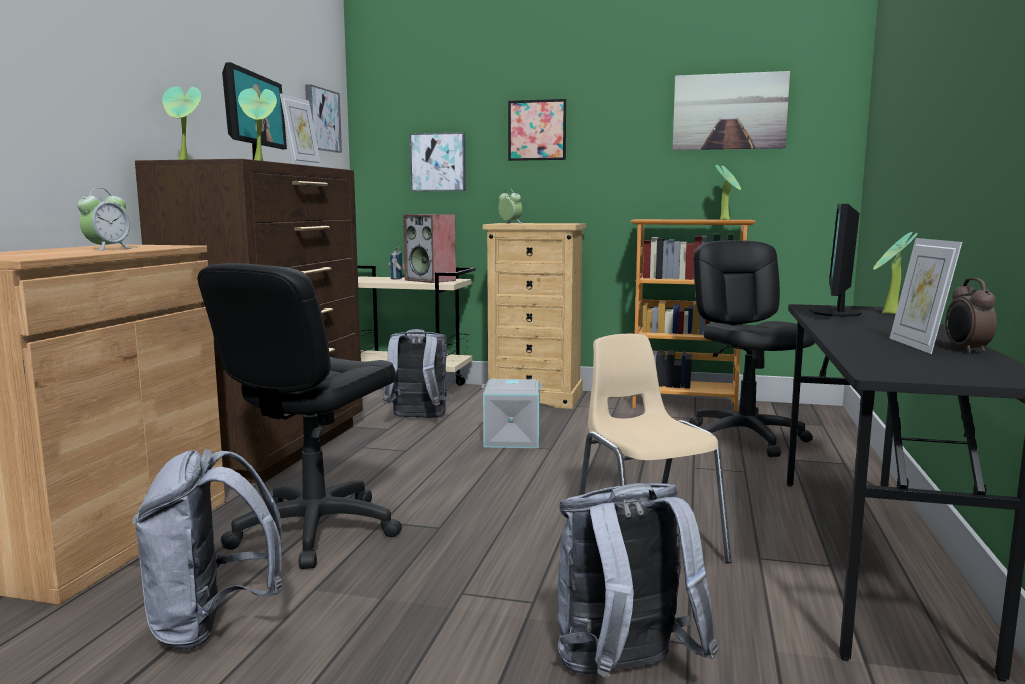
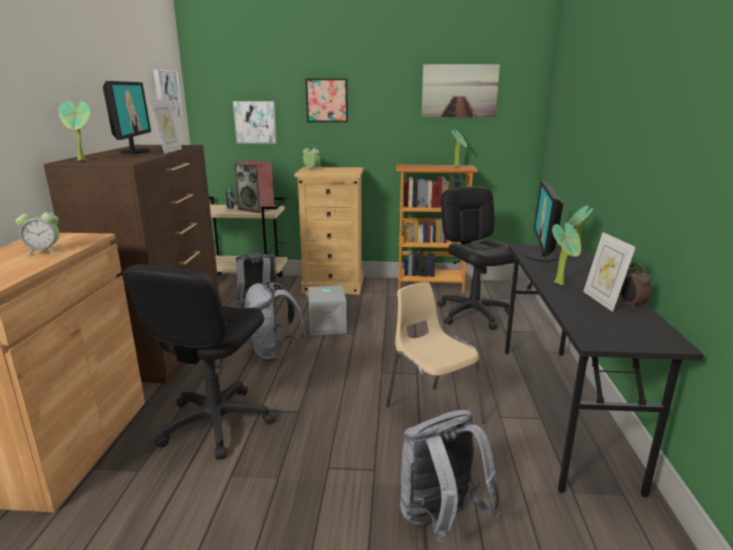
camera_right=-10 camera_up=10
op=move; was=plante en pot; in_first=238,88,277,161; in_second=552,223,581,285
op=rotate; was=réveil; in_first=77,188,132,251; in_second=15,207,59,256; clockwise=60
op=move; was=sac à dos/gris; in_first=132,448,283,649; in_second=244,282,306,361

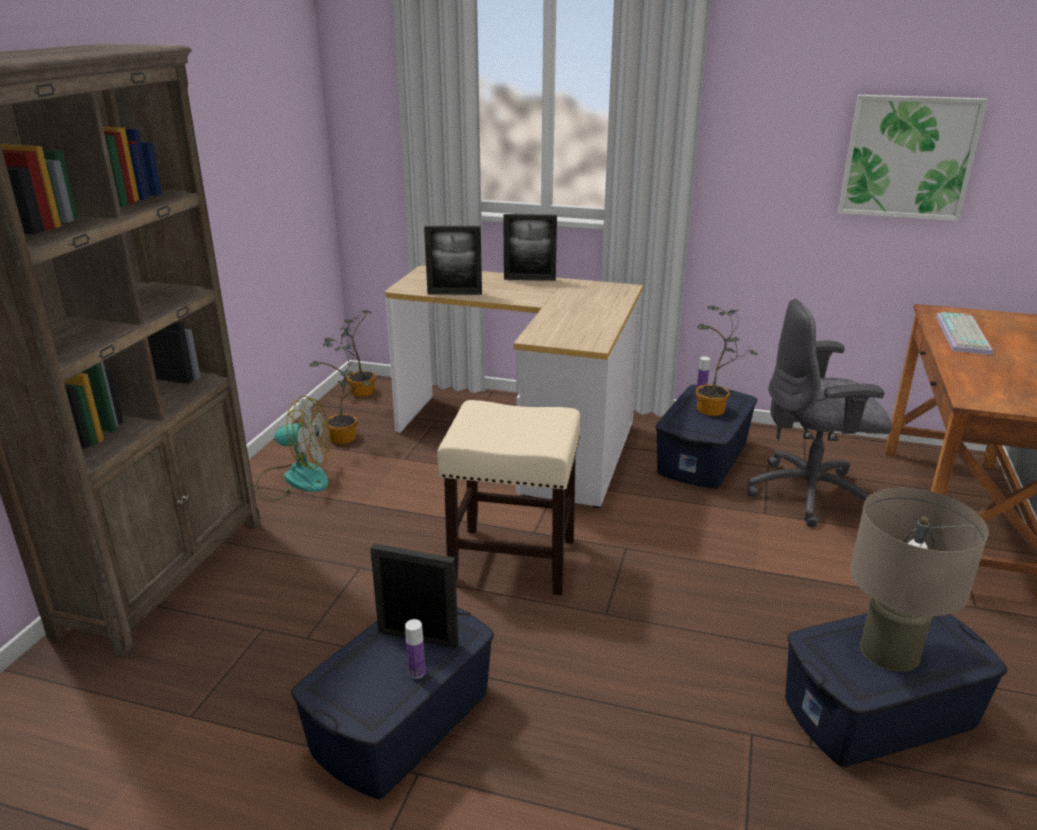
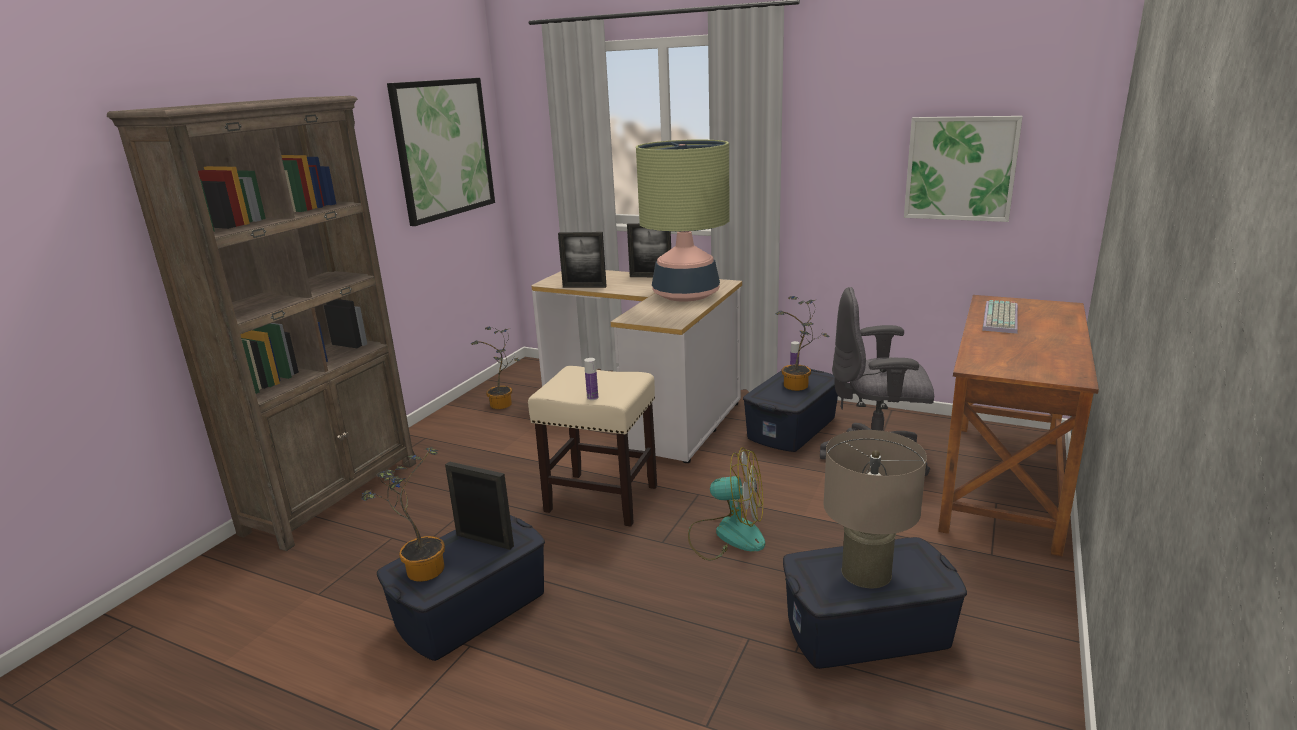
camera_right=10 camera_up=-5
op=move; was=plante en pot; in_first=324,310,376,397; in_second=361,447,445,582
op=move; was=ventilateur; in_first=255,395,330,502; in_second=688,447,765,561
op=move; was=bouteille; in_first=405,619,425,679; in_second=584,358,598,400
op=insert; now=tableau; in_second=387,78,495,226
op=insert; now=lampe de table; in_second=636,139,730,302

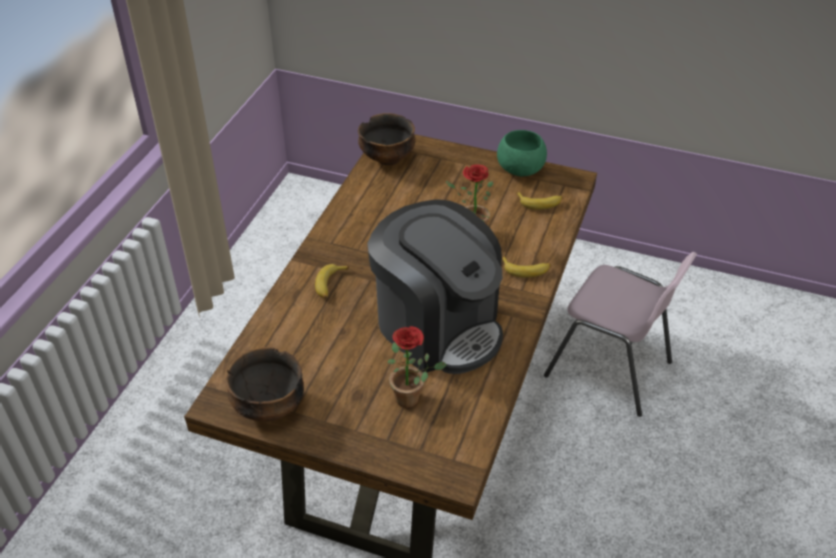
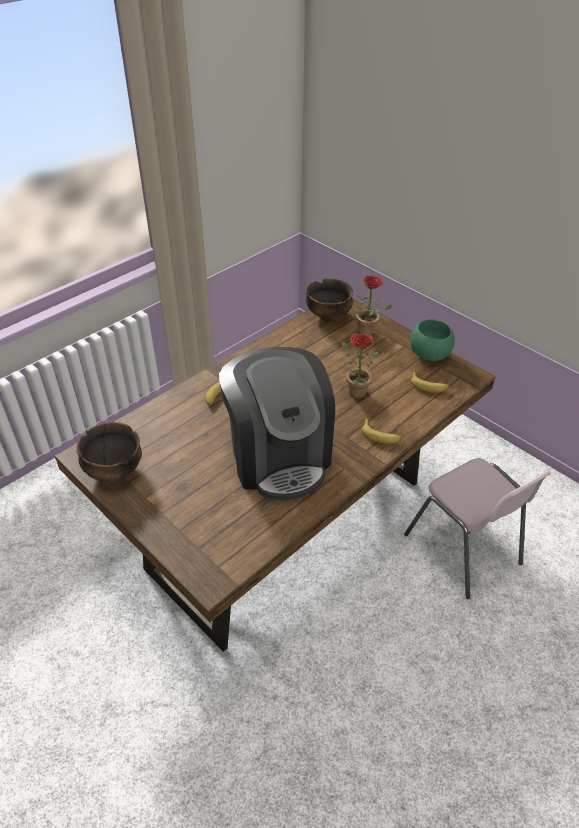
camera_right=25 camera_up=0
op=move; was=plante en pot; in_first=388,326,447,408; in_second=356,275,392,336

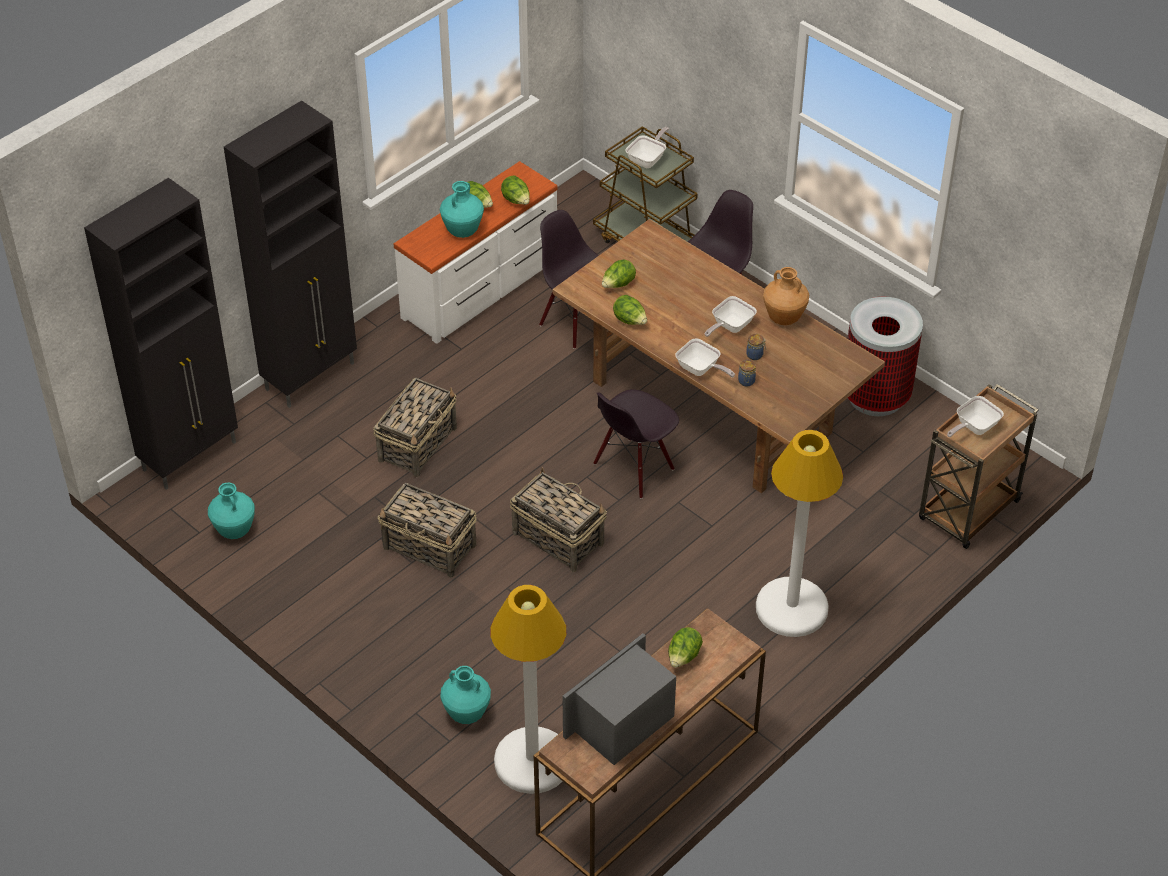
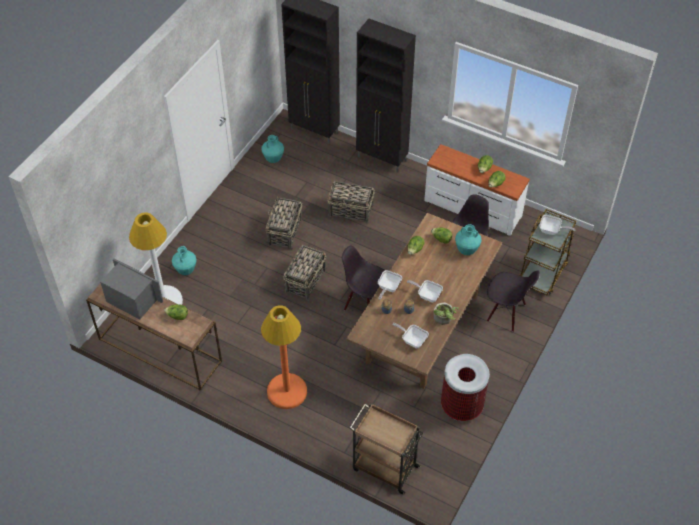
camera_right=75 camera_up=5
op=move; was=vase/turquoise; in_first=440,181,484,238; in_second=455,224,482,255
op=replace; was=vase/marron; now=plante en pot; in_first=763,267,809,325; in_second=433,302,459,325
op=move; was=poêle; in_first=947,396,1004,437; in_second=392,323,429,348
op=recolor; was=lampadaire/blanc; now=lampadaire/orange; in_first=756,430,843,637; in_second=261,305,307,409

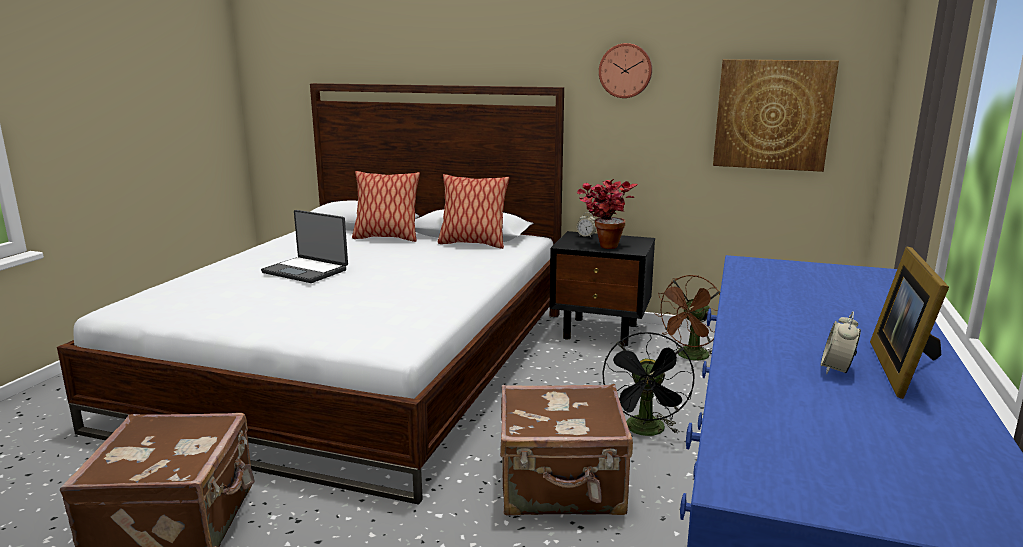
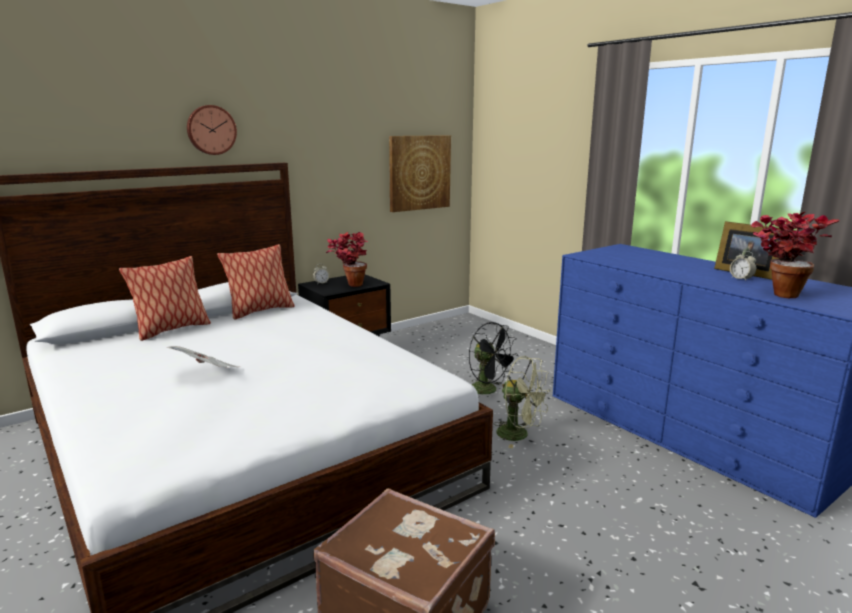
camera_right=-55 camera_up=0
op=move; was=horloge murale; in_first=599,43,652,98; in_second=187,105,237,155
op=replace; was=ordinateur portable; now=journal; in_first=261,210,348,283; in_second=166,346,240,368
op=delete; was=ventilateur/marron; in_first=654,275,720,360
op=replace; was=valise/marron; now=ventilateur/vert; in_first=500,384,633,516; in_second=493,356,550,448
op=insert; now=plante en pot; in_second=751,212,840,298

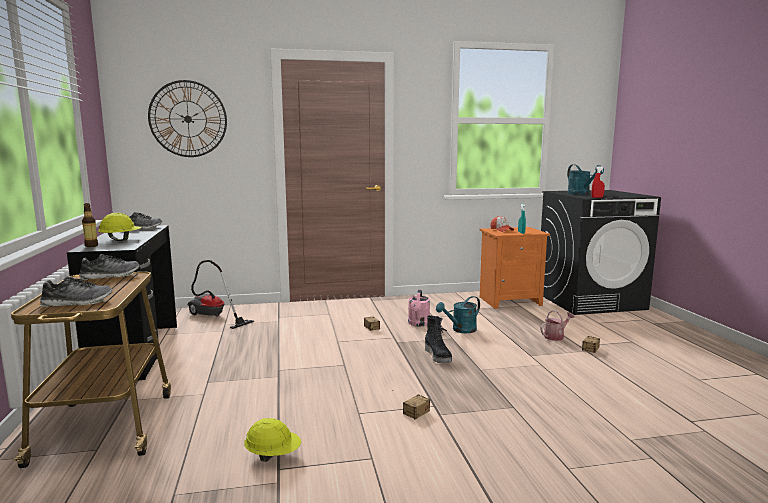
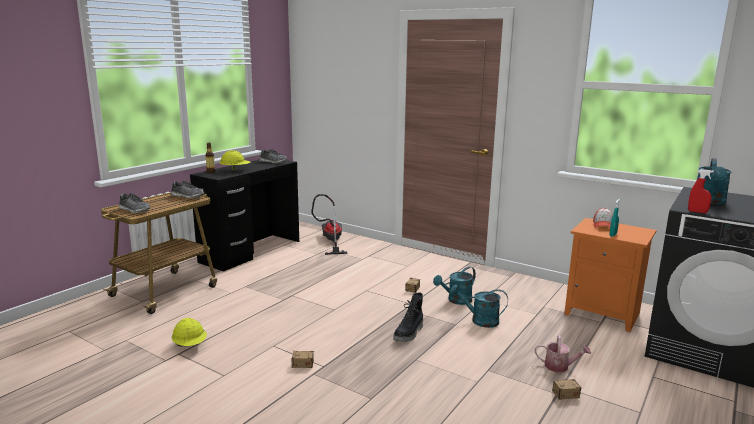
camera_right=45 camera_up=5
op=delete; was=horloge murale; in_first=148,80,227,157
op=recolor; was=arrosoir/rose; now=arrosoir/turquoise; in_first=408,290,430,327; in_second=433,267,476,305

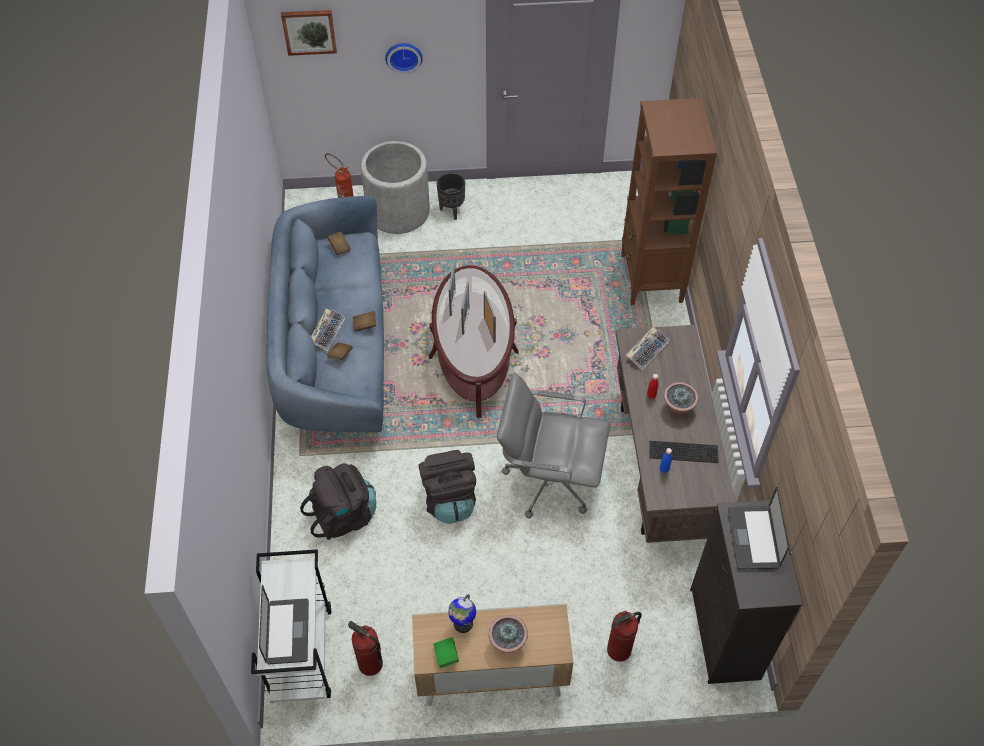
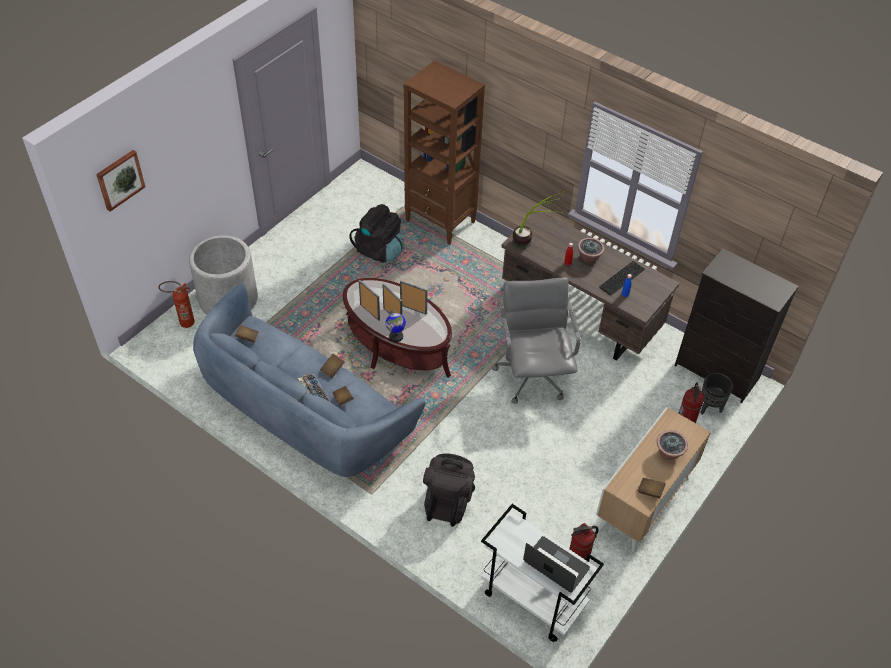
camera_right=-50 camera_up=-5
op=delete; was=horloge murale; in_first=385,43,423,74
op=move; was=cache-pot/noir; in_first=437,173,465,220; in_second=700,373,733,415
op=replace; was=clavier; now=plante en pot; in_first=626,327,669,371; in_second=512,191,565,249
op=rotate; was=chaise de bureau/gris; in_first=497,373,610,519; in_second=492,277,581,404; clockwise=120
op=move; was=sac à dos/noir; in_first=419,450,476,524; in_second=349,204,404,263
op=delete; was=ordinateur portable; in_first=728,486,789,570
op=move; was=globe; in_first=448,594,476,633; in_second=386,310,406,342
op=recolor; was=livre/vert; now=livre/marron; in_first=433,637,459,669; in_second=638,477,665,498

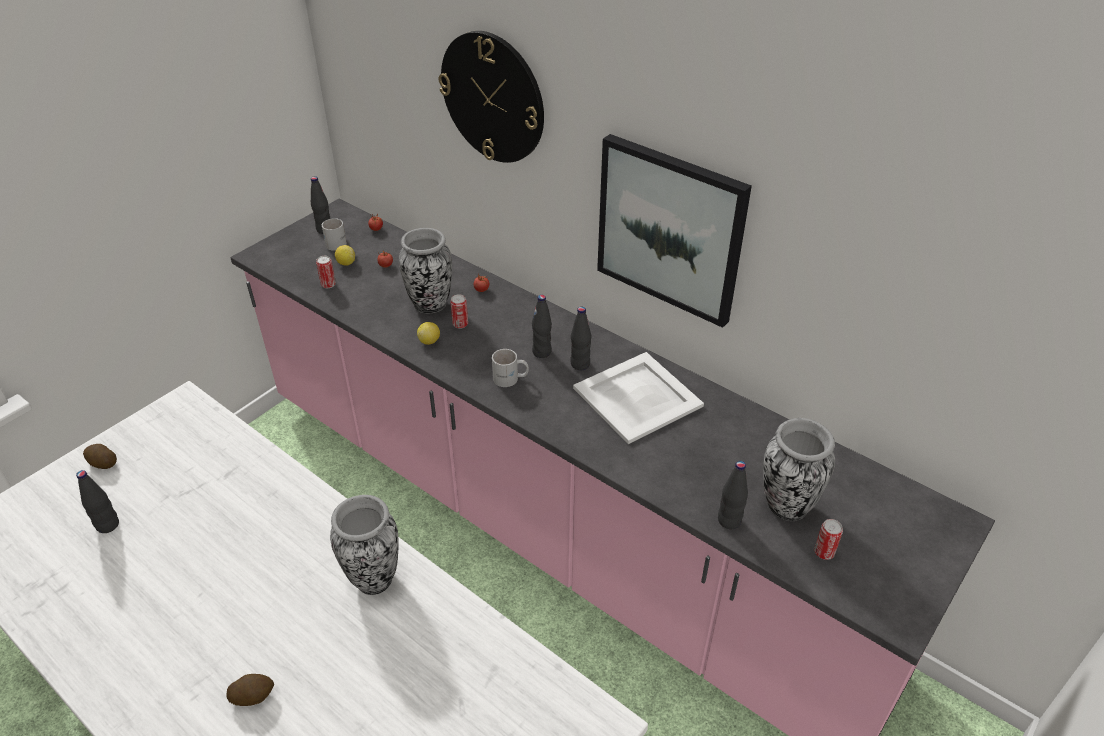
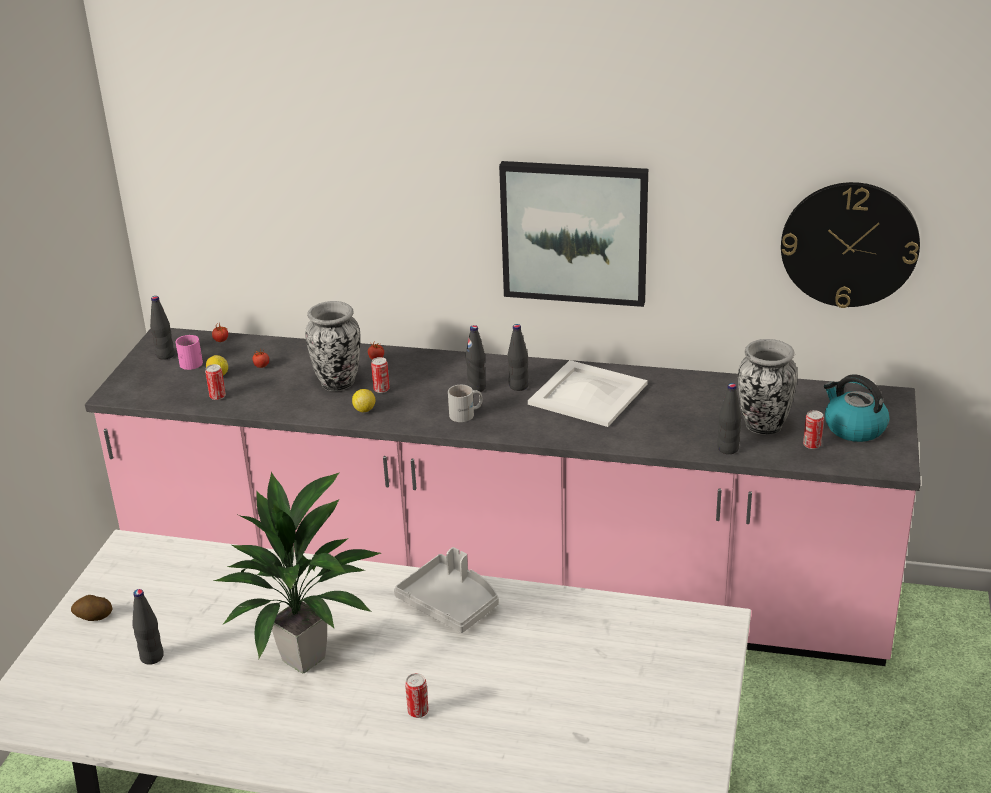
camera_right=-25 camera_up=-10
op=move; was=horloge murale; in_first=439,31,544,163; in_second=781,182,920,308
op=recolor; was=mug/blanc; now=mug/rose; in_first=322,218,347,251; in_second=176,335,203,370
op=replace; was=vase; now=plateau/gris; in_first=330,495,399,595; in_second=394,547,499,633
op=replace; was=pomme de terre; now=boîte métallique; in_first=226,674,274,706; in_second=405,673,429,718
op=insert; now=bouilloire; in_second=824,374,889,442
op=insert; now=plante en pot; in_second=213,472,381,673

